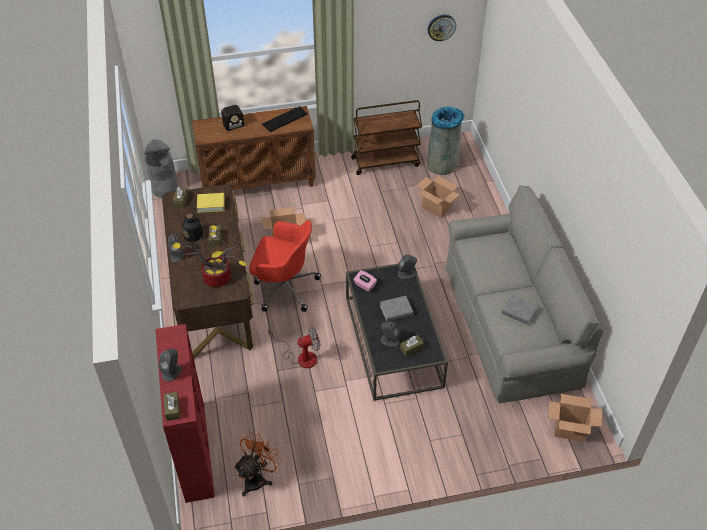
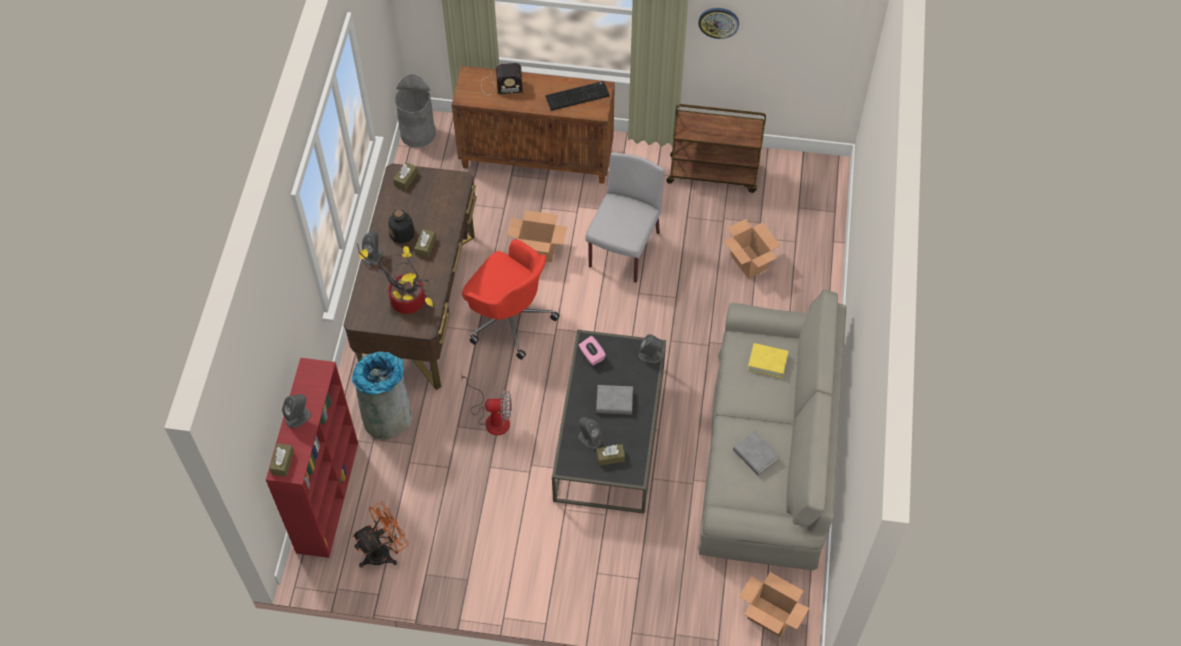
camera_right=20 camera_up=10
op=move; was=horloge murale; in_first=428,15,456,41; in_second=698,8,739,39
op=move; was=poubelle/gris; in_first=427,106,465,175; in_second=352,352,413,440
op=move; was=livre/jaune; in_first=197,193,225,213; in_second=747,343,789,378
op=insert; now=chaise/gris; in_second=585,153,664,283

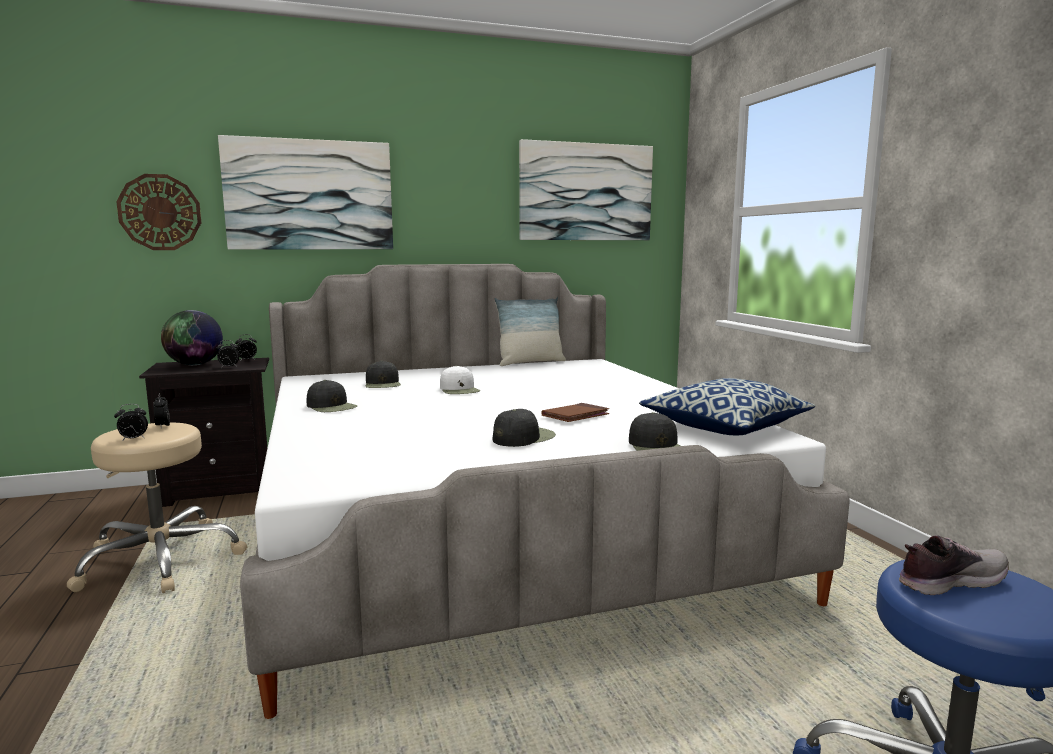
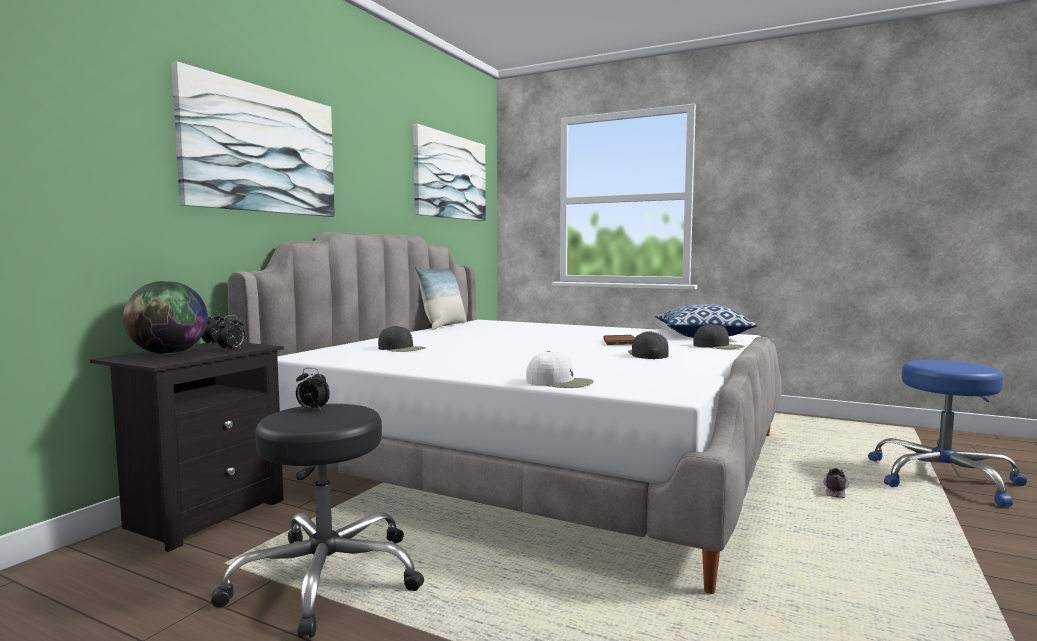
camera_right=-45 camera_up=-5
op=delete; was=horloge murale; in_first=116,174,201,250
op=move; was=casquette/blanc; in_first=440,366,480,394; in_second=526,351,594,388
op=delete; was=casquette/noir; in_first=307,380,357,412
op=delete; was=réveil; in_first=114,404,148,440
op=recolor; was=tabouret/beige; now=tabouret/noir; in_first=67,422,247,593; in_second=211,404,424,638
op=move; was=chaussure; in_first=899,535,1009,595; in_second=823,468,849,498

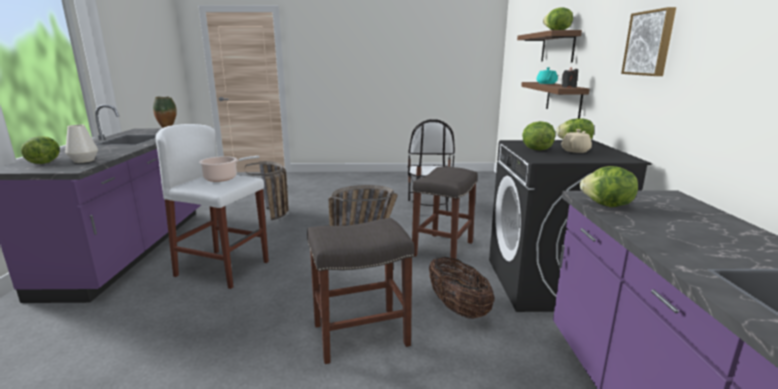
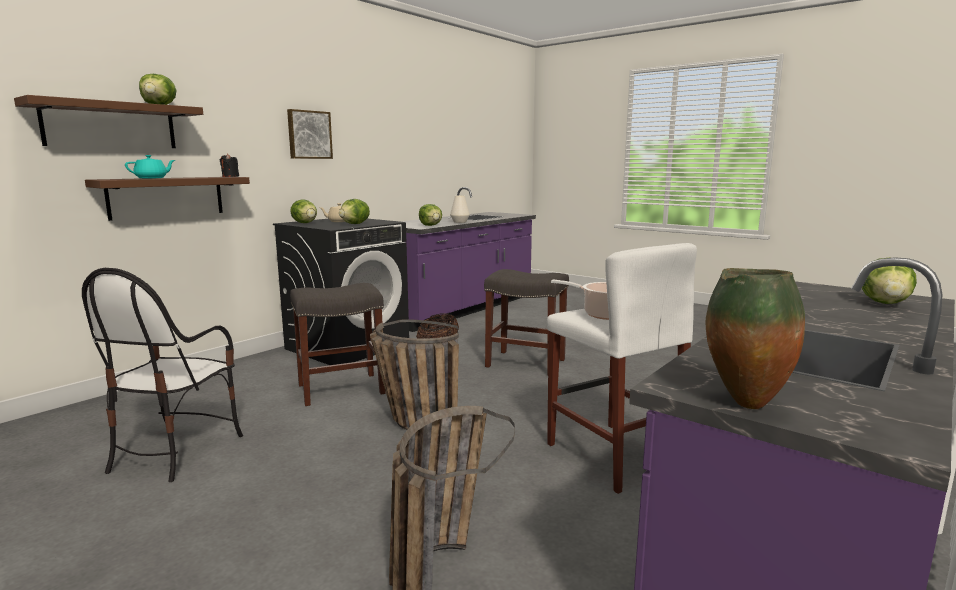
camera_right=-140 camera_up=-5
op=rotate; was=chaise; in_first=407,119,455,216; in_second=82,268,243,482; clockwise=150
op=move; was=vase/blanc; in_first=65,125,98,163; in_second=450,196,470,223

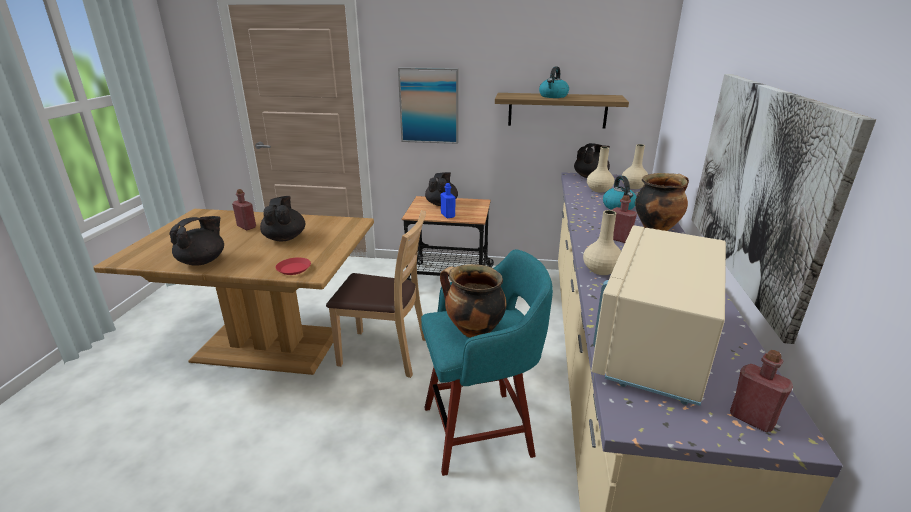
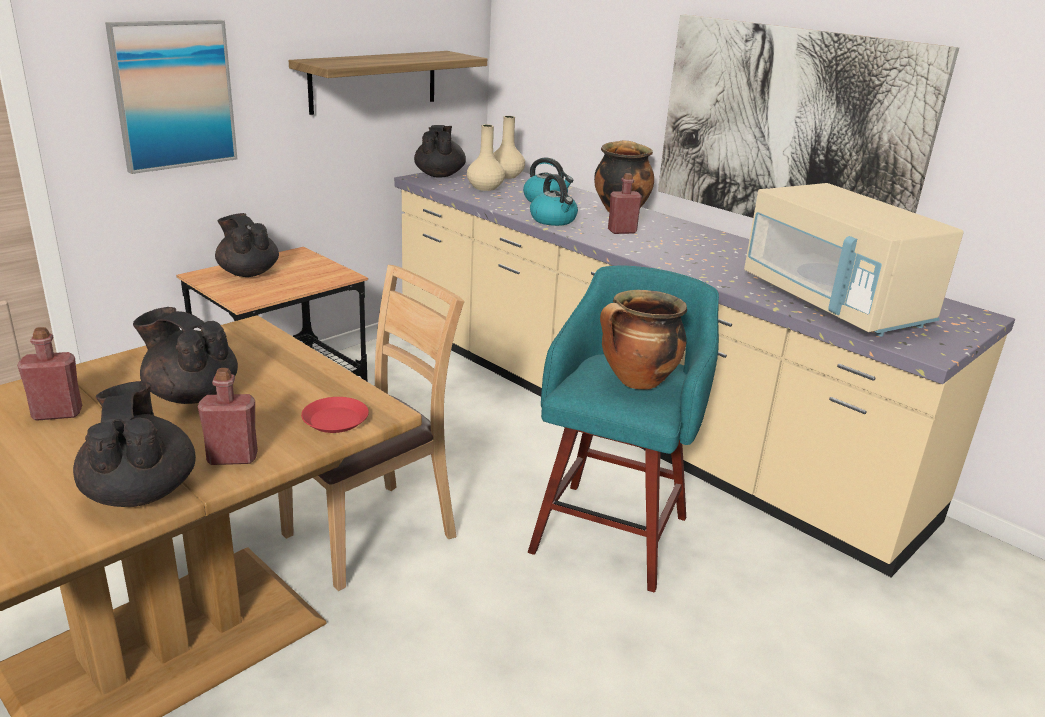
camera_right=-55 camera_up=0
op=move; was=bouilloire; in_first=539,66,569,98; in_second=530,174,578,226
op=delete; was=bouteille/bleu; in_first=441,183,455,218
op=delete; was=vase/beige; in_first=583,210,621,275
op=move; was=bouteille/rouge; in_first=730,350,793,432; in_second=197,368,258,465

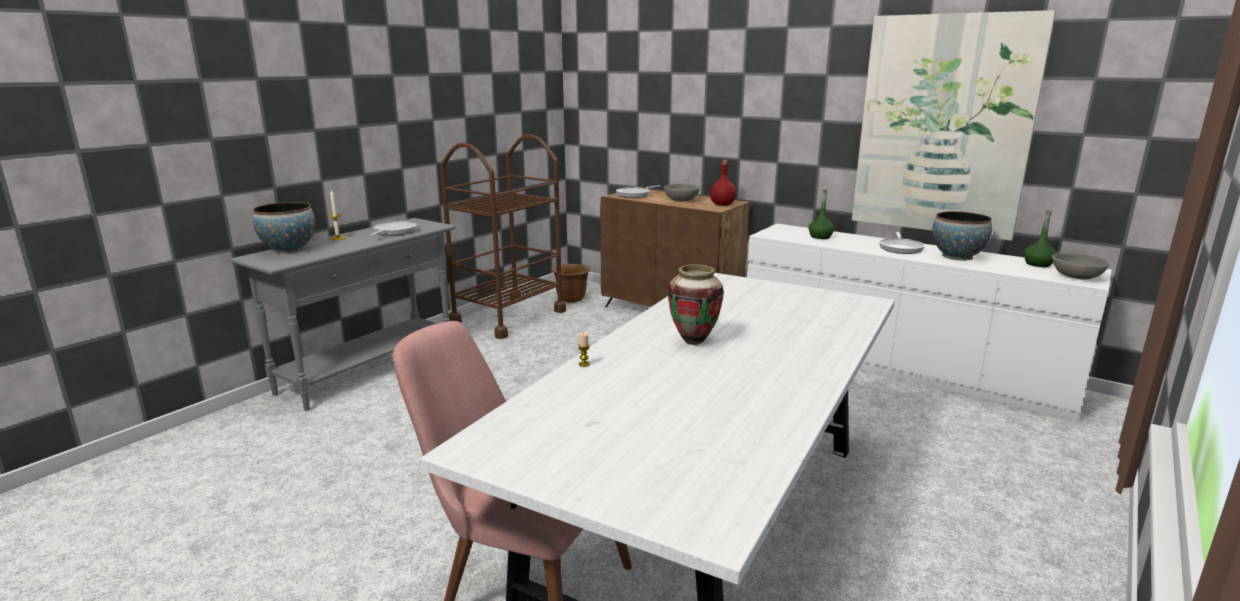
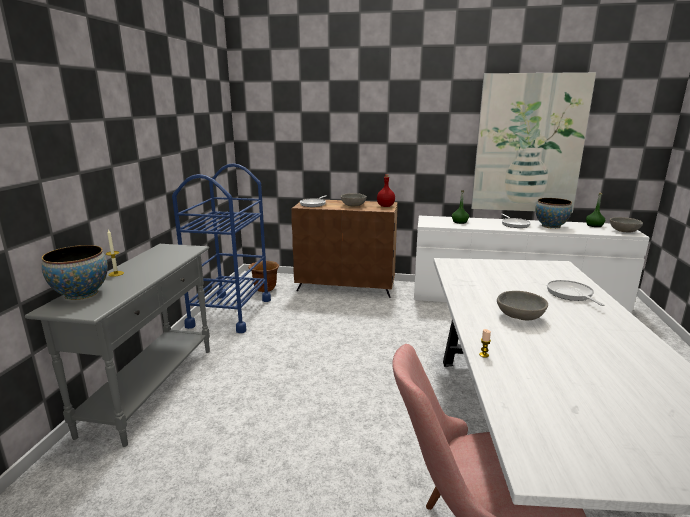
camera_right=-25 camera_up=0
op=recolor; was=chariot/marron; now=chariot/bleu; in_first=440,134,566,339; in_second=172,163,271,333
op=move; was=poêle; in_first=370,221,417,236; in_second=547,280,604,306
op=replace; was=vase; now=bol/gris; in_first=668,264,724,345; in_second=497,291,548,320

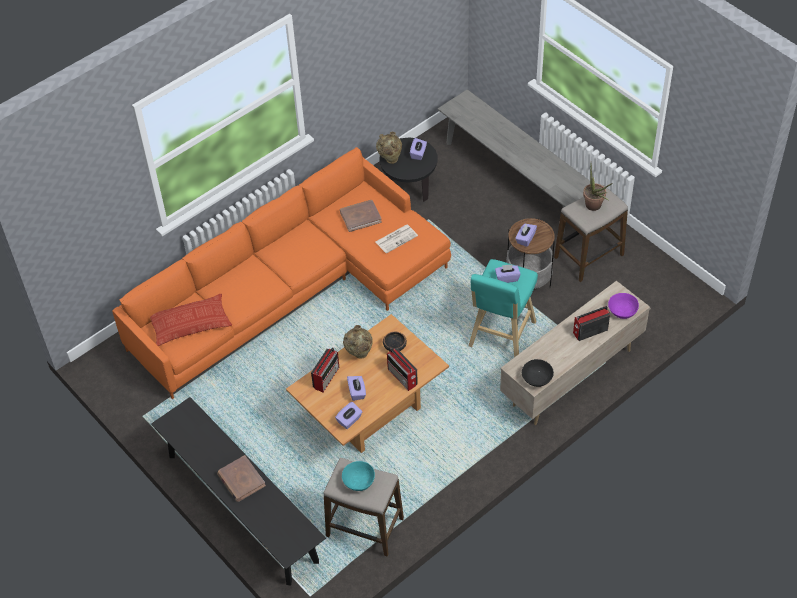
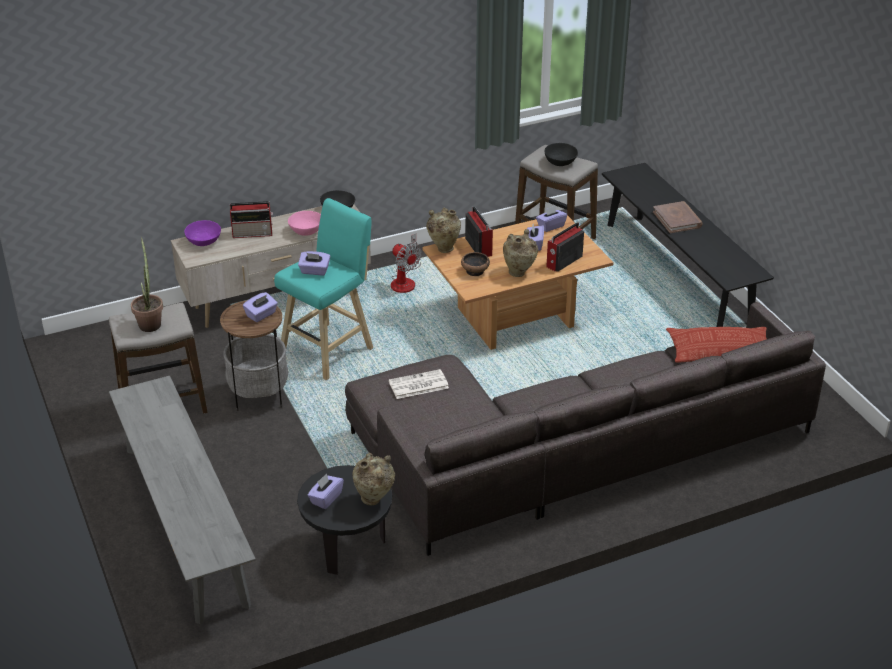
camera_right=-165 camera_up=-15
op=recolor; was=canapé/orange; now=canapé/gris; in_first=112,147,451,399; in_second=345,302,826,556
op=delete; was=livre/marron; in_first=340,200,382,232
op=recolor; was=bol/turquoise; now=bol/noir; in_first=342,461,375,491; in_second=544,143,578,166
op=insert; now=vase/beige; in_second=426,208,461,253
op=insert; now=bol/rose; in_second=288,211,321,236
op=insert; now=ventilateur; in_second=391,234,421,293

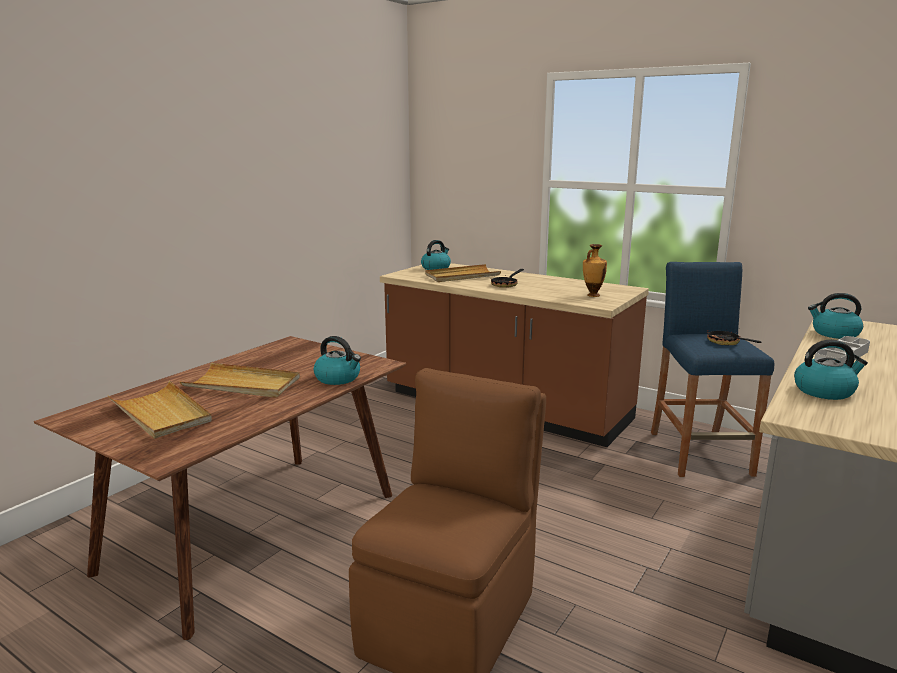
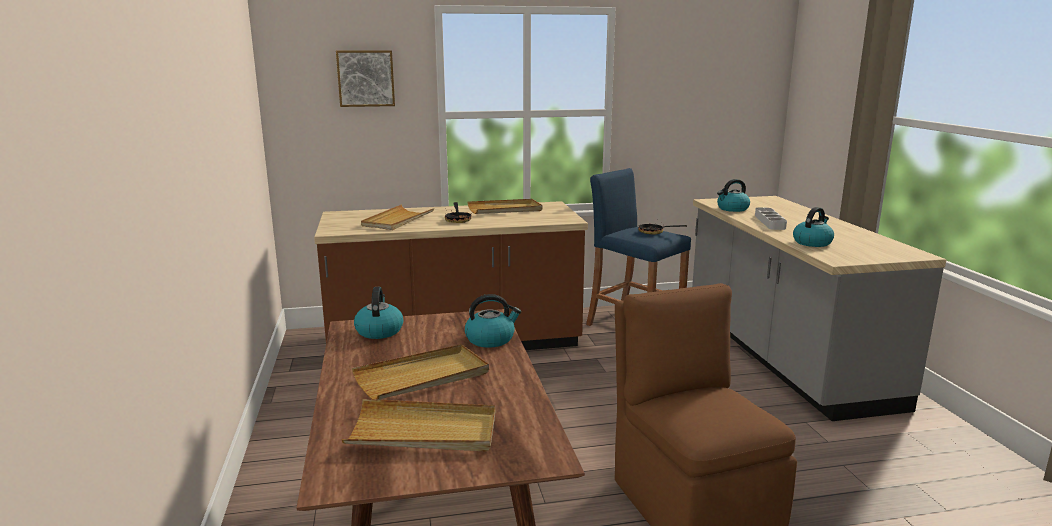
camera_right=-45 camera_up=0
op=move; was=bouilloire; in_first=421,240,451,270; in_second=354,287,403,339
op=delete; was=vase; in_first=583,244,607,297
op=insert; now=tableau; in_second=336,50,395,107
op=insert; now=plateau/beige; in_second=467,199,543,214

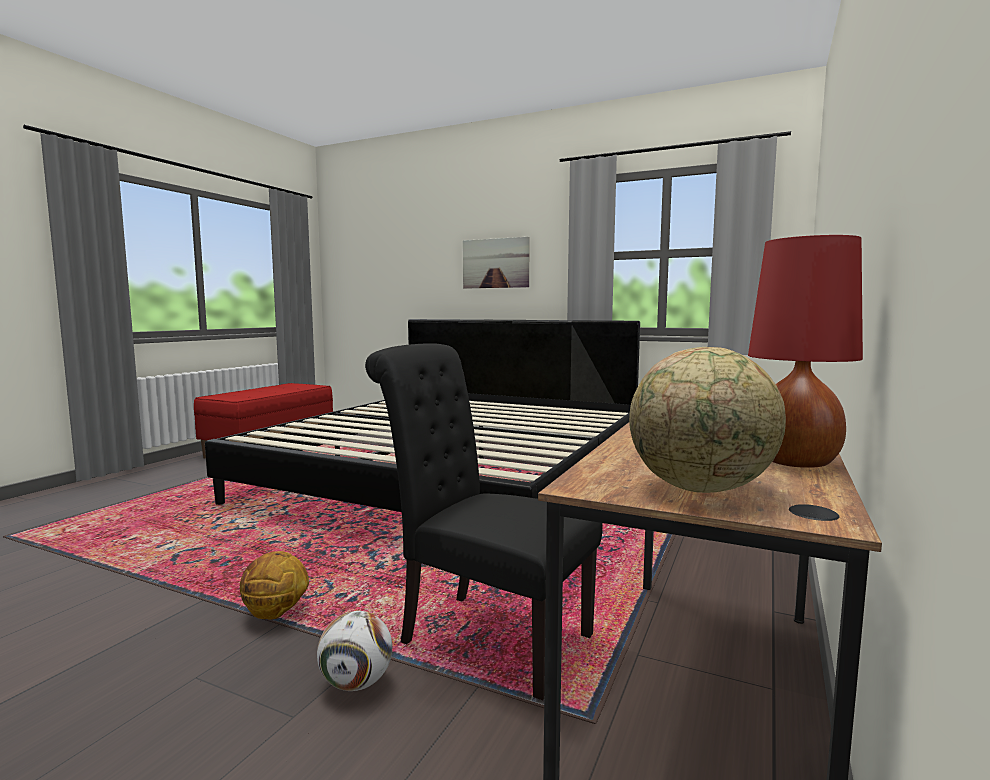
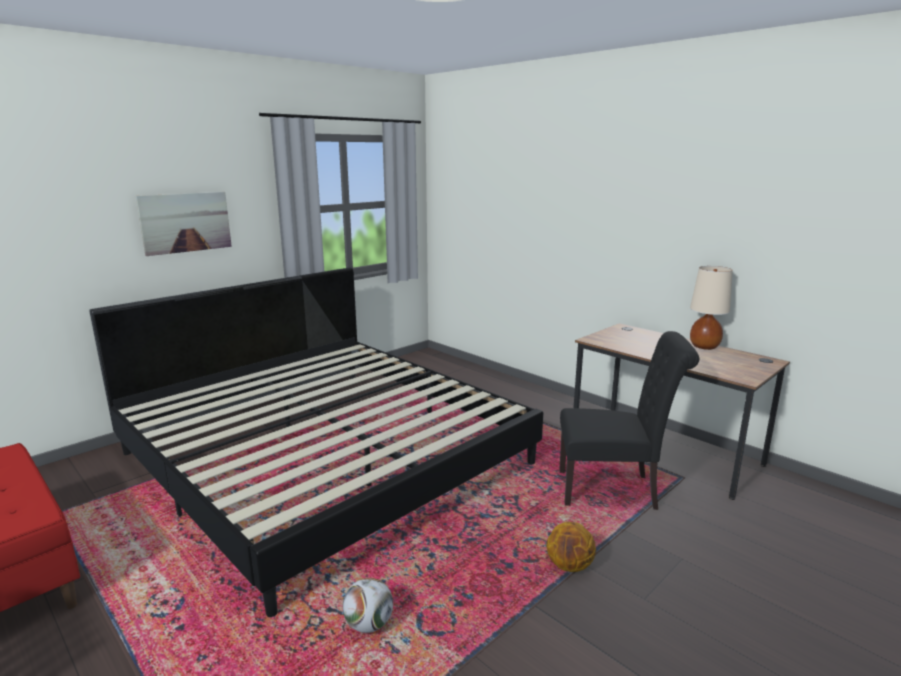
camera_right=-70 camera_up=10
op=recolor; was=lampe de table/rouge; now=lampe de table/beige; in_first=748,235,863,468; in_second=690,266,732,350
op=rotate; was=chaise/noir; in_first=365,343,603,700; in_second=559,331,699,510; clockwise=-135
op=delete; was=globe; in_first=629,347,786,493
op=move; was=ballon de foot; in_first=317,611,392,691; in_second=343,578,393,633

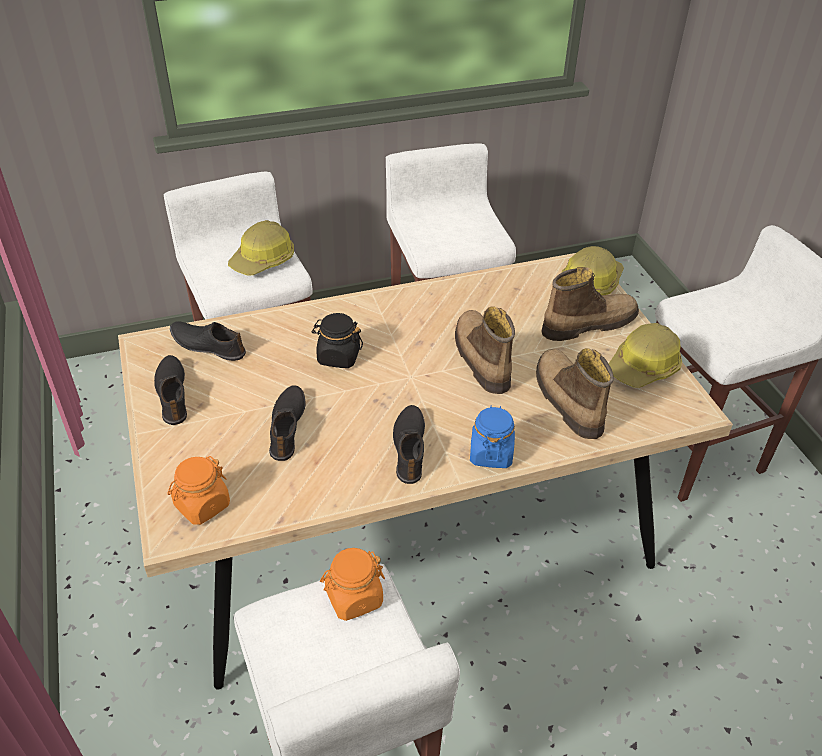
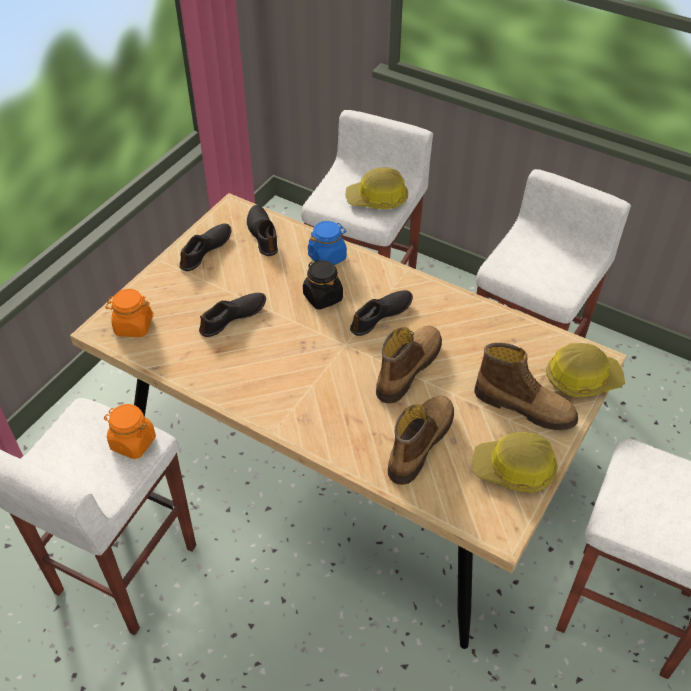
camera_right=50 camera_up=5
op=move; was=chaussure/noir; in_first=393,405,425,484; in_second=350,290,413,336
op=move; was=bocal/bleu; in_first=470,406,515,468; in_second=308,221,347,265

